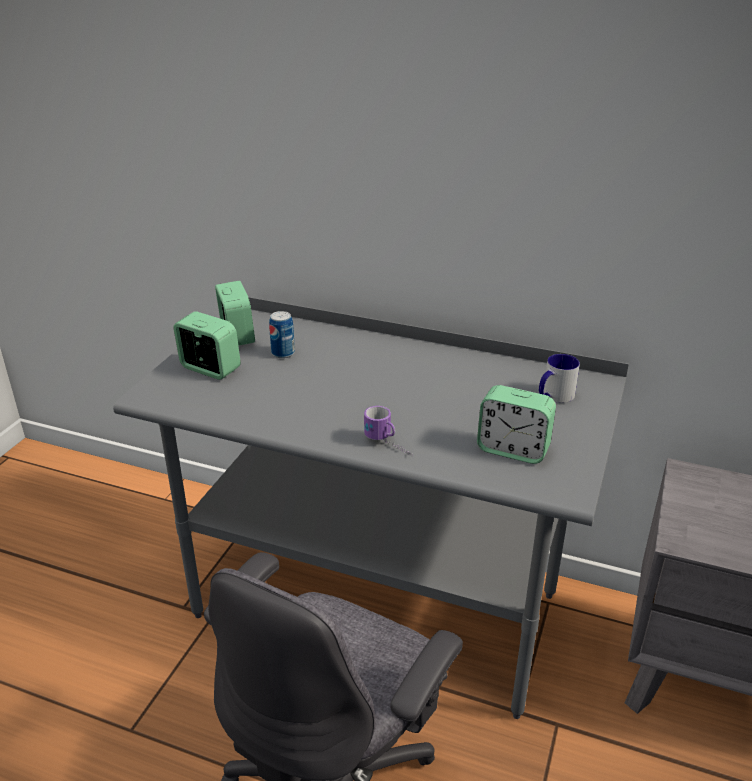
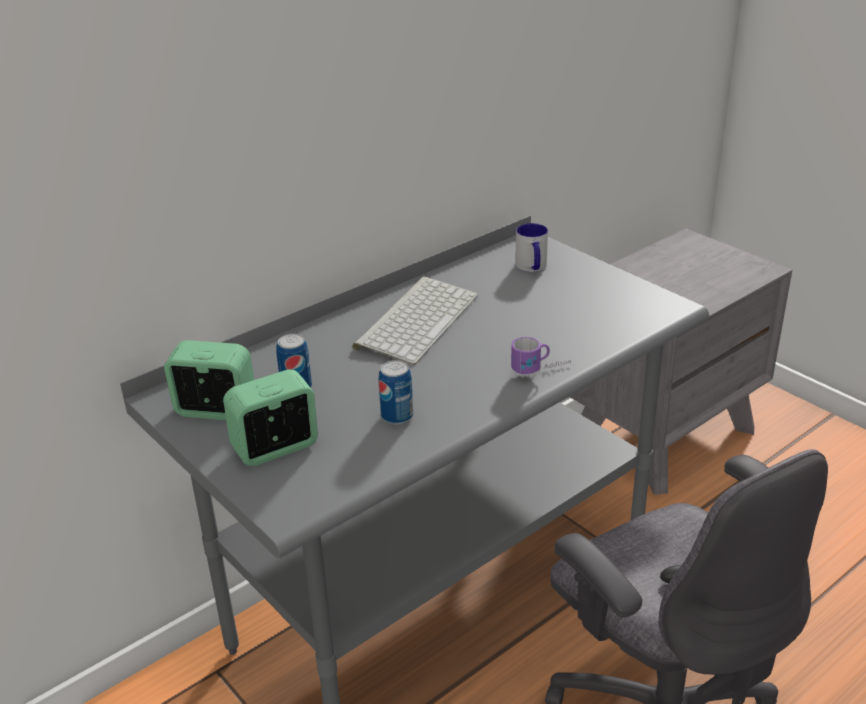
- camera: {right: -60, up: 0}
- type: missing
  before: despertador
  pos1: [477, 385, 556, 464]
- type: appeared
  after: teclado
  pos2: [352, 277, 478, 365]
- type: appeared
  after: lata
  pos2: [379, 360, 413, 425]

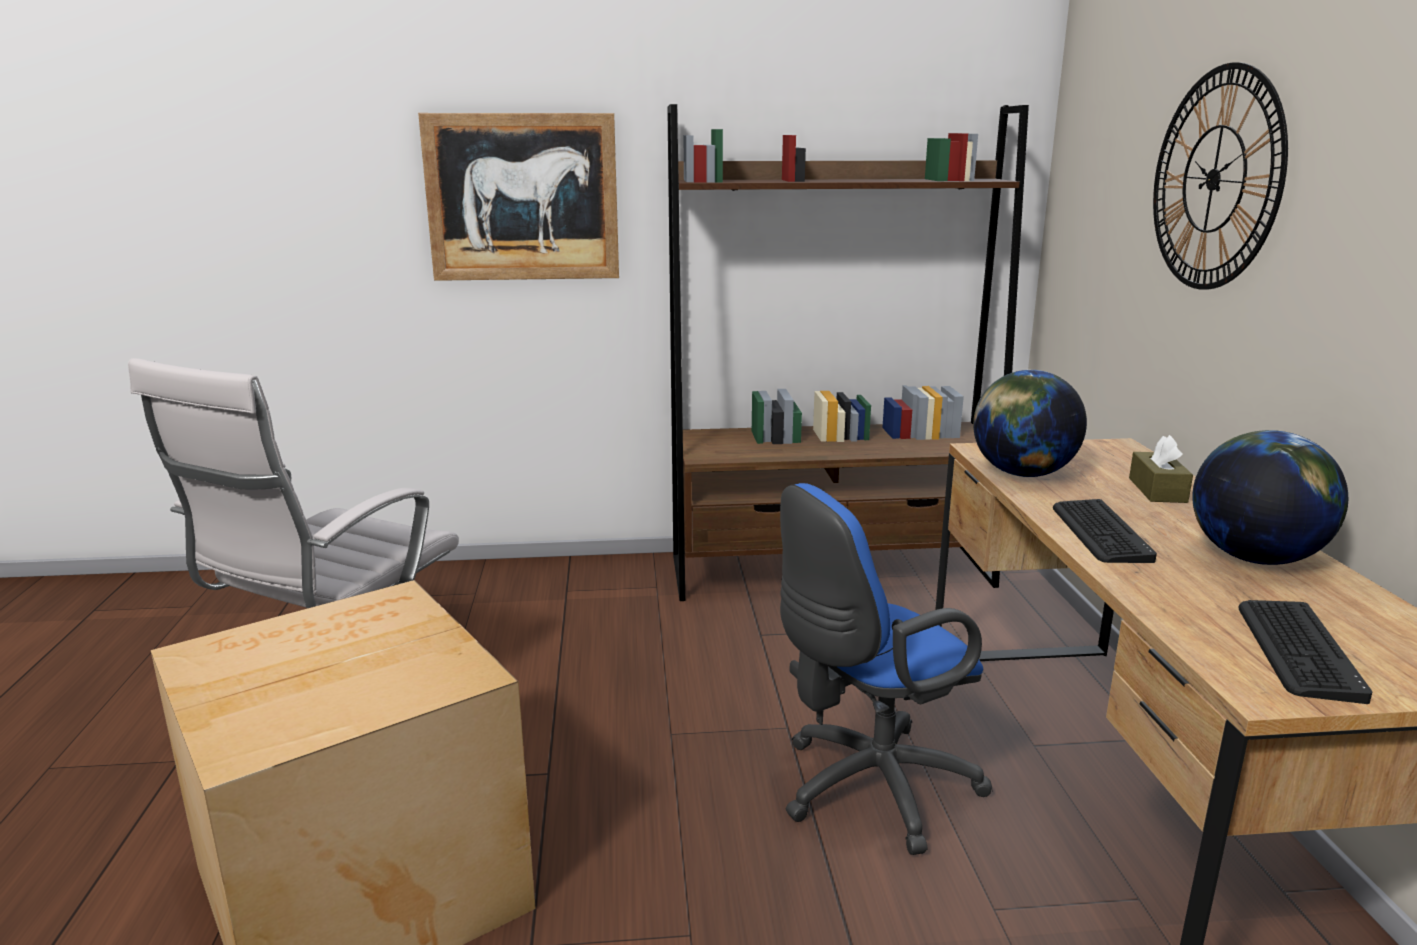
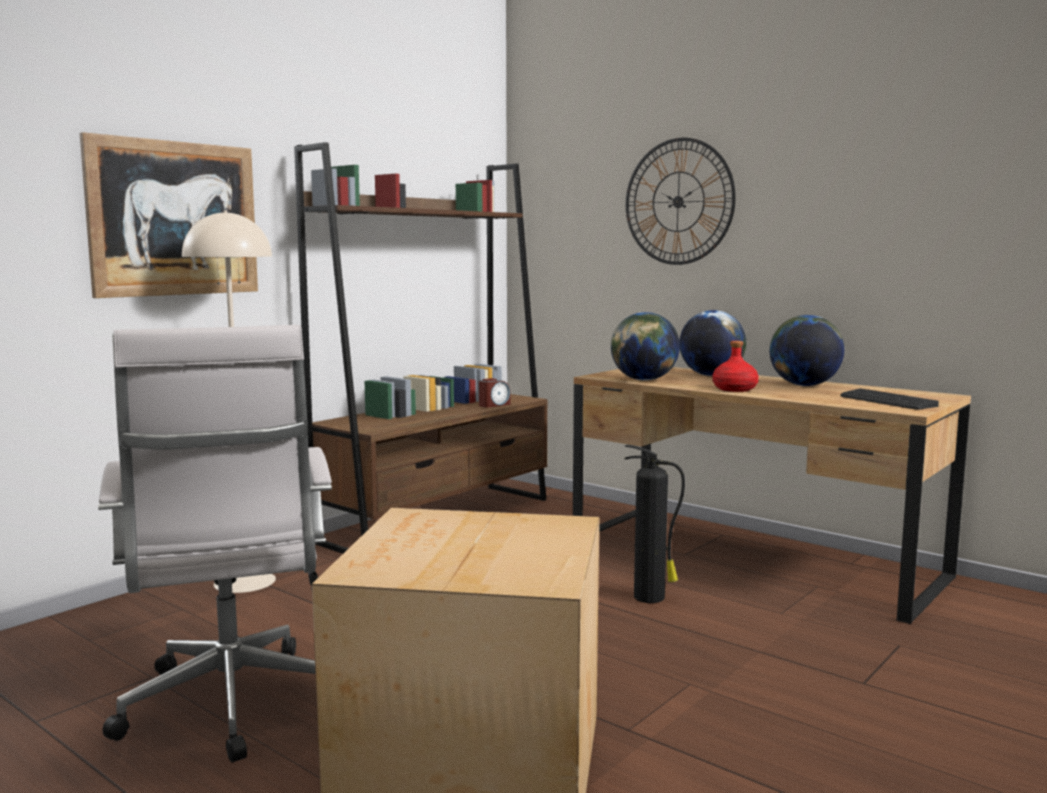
- camera: {right: -45, up: -10}
- type: exchanged
  before: caja de pañuelos/marrón
  after: globo terráqueo
  pos1: [1129, 435, 1193, 503]
  pos2: [679, 310, 746, 376]
- type: exchanged
  before: silla de oficina/azul
  after: extintor
  pos1: [780, 483, 992, 855]
  pos2: [624, 445, 685, 603]
- type: exchanged
  before: teclado
  after: botella/rojo
  pos1: [1053, 499, 1157, 563]
  pos2: [712, 341, 759, 392]
- type: appeared
  after: lámpara de pie/beis
  pos2: [182, 210, 276, 593]
- type: appeared
  after: despertador
  pos2: [479, 378, 511, 408]

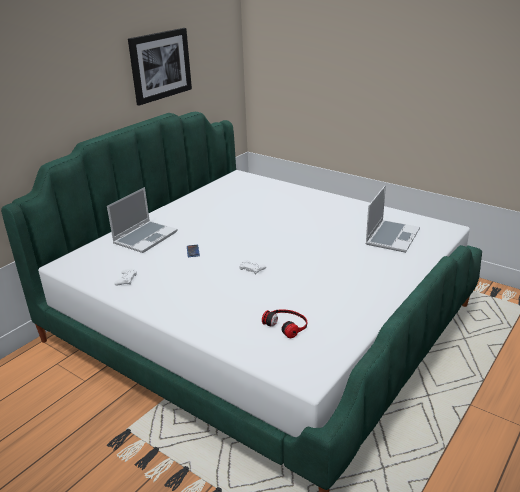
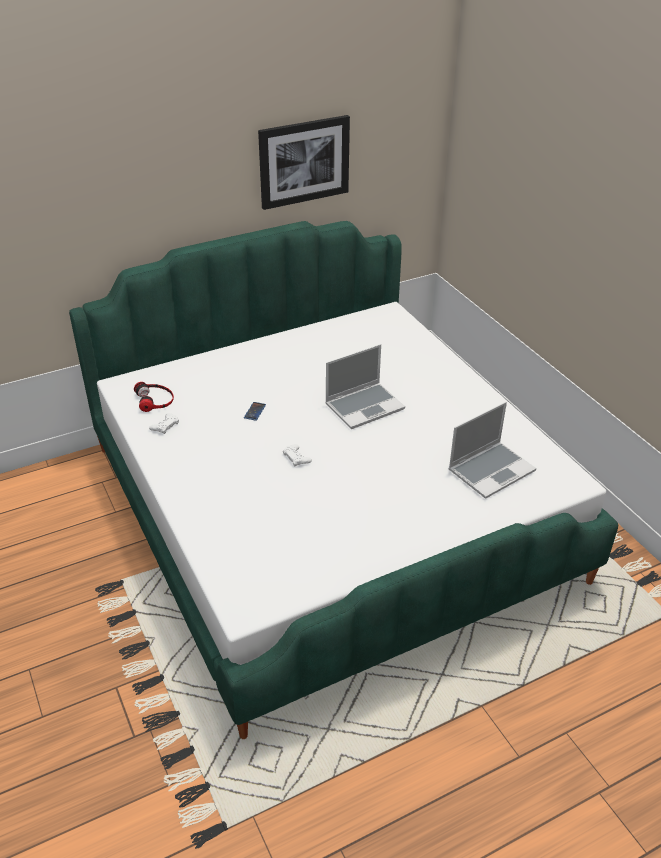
- camera: {right: 25, up: 10}
- type: relocated
  before: portátil
  pos1: [107, 187, 178, 253]
  pos2: [325, 344, 405, 429]
- type: relocated
  before: auriculares
  pos1: [262, 310, 307, 338]
  pos2: [134, 382, 174, 412]

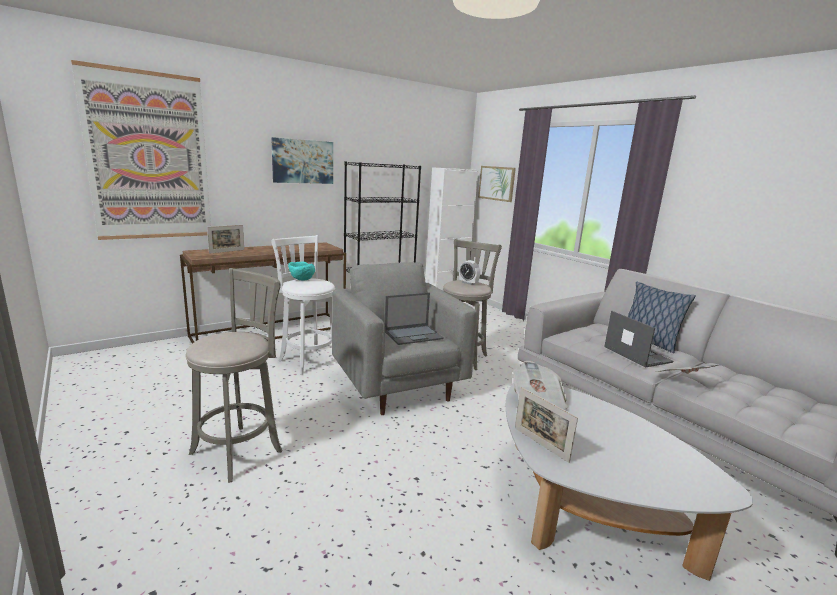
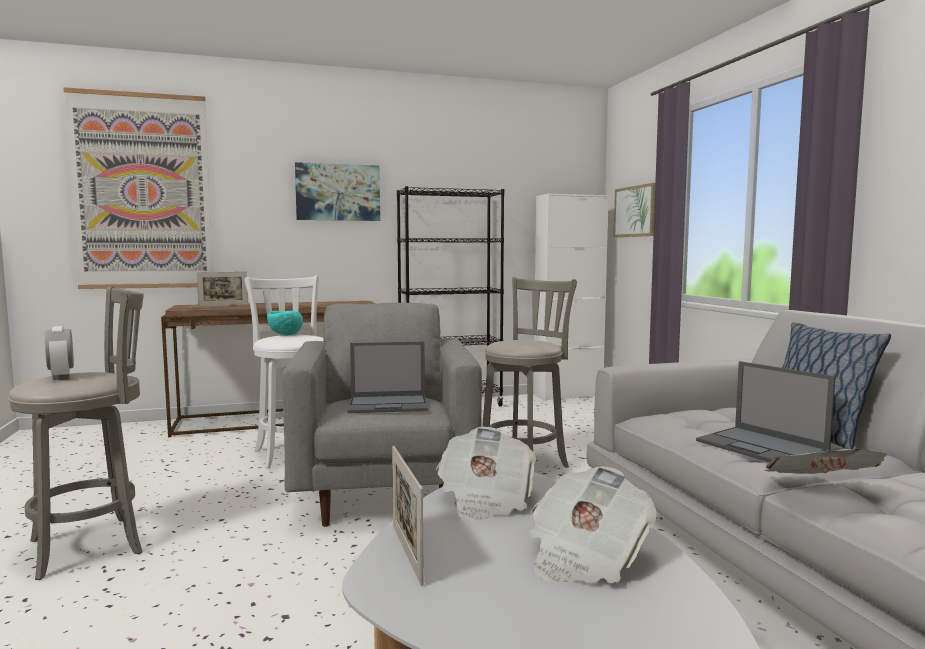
- camera: {right: 20, up: -10}
- type: relocated
  before: despertador
  pos1: [459, 260, 480, 285]
  pos2: [45, 326, 74, 380]
- type: spun
  before: portátil
  pos1: [604, 311, 673, 368]
  pos2: [696, 361, 836, 462]
  turn: 150
- type: appeared
  after: periódico
  pos2: [530, 466, 657, 583]

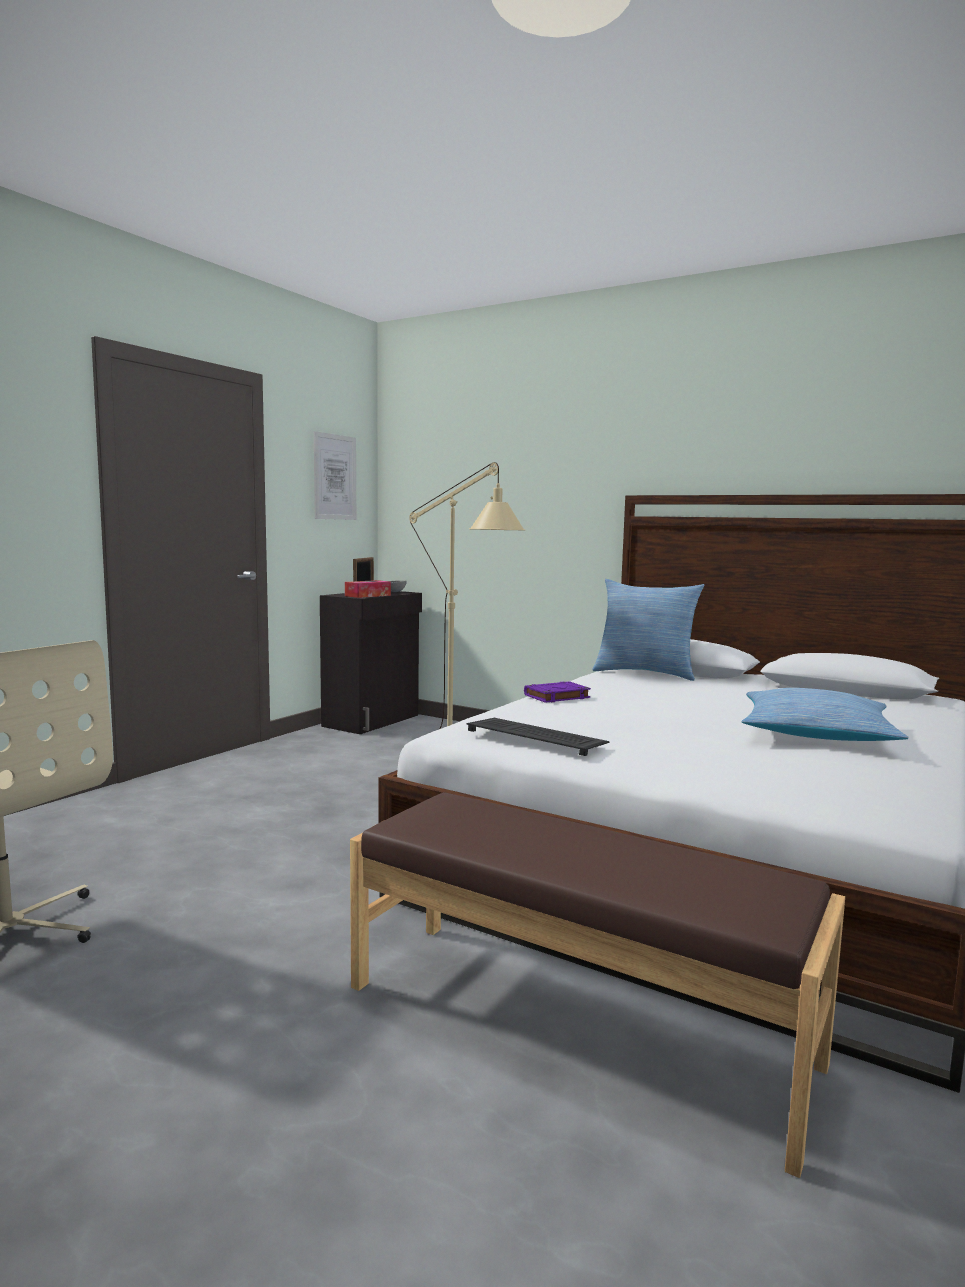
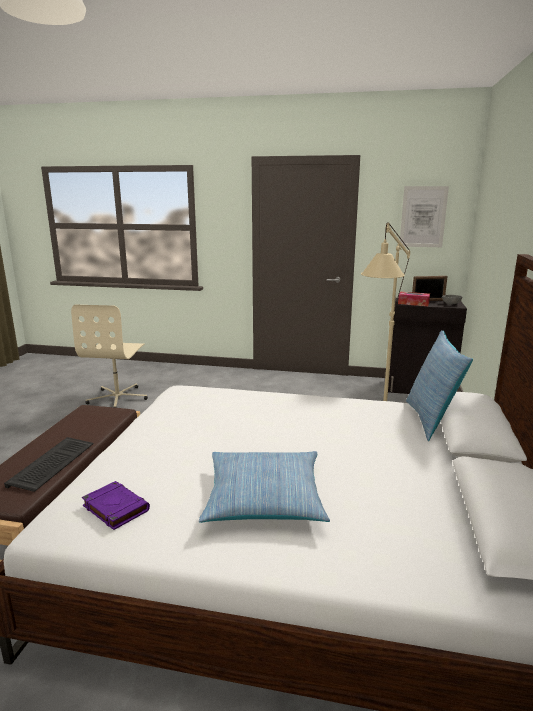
- camera: {right: 70, up: 10}
- type: relocated
  before: libro/morado
  pos1: [524, 681, 591, 703]
  pos2: [82, 481, 150, 530]
- type: relocated
  before: teclado
  pos1: [467, 718, 610, 756]
  pos2: [4, 437, 94, 492]

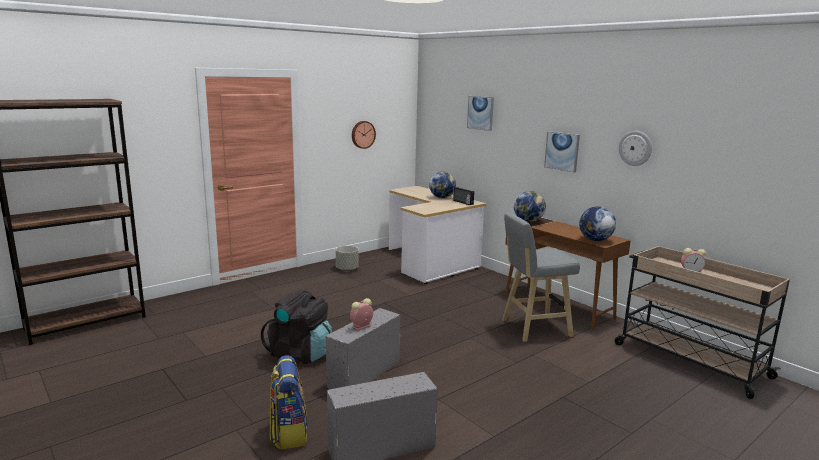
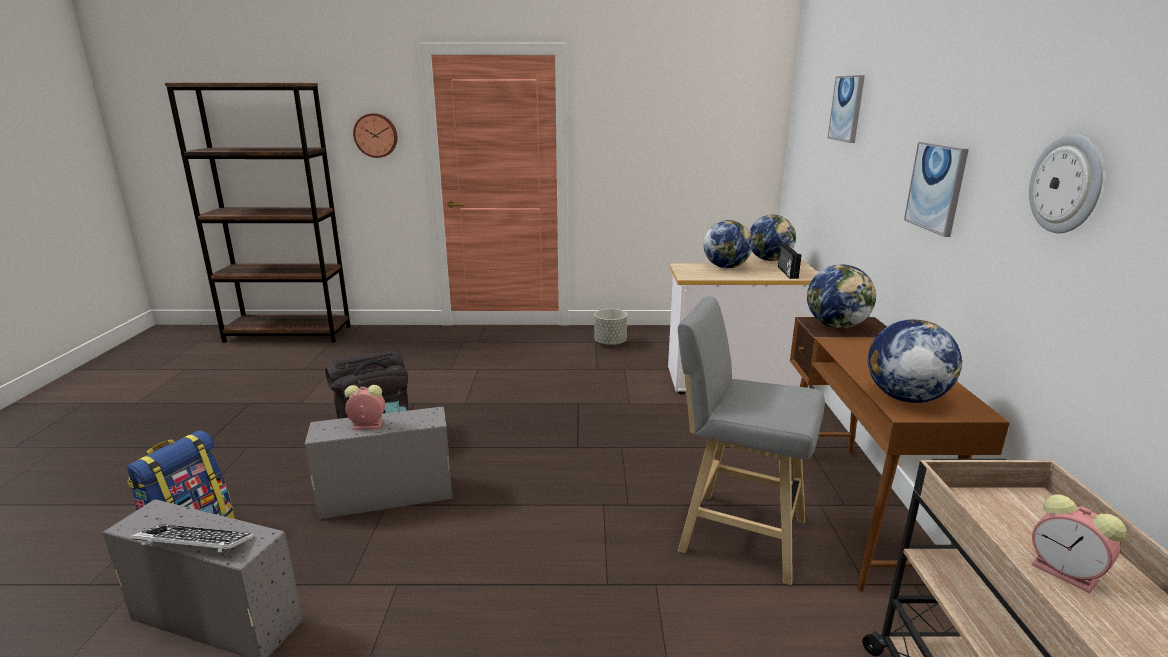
- camera: {right: 40, up: 5}
- type: relocated
  before: reloj de pared
  pos1: [352, 121, 376, 149]
  pos2: [353, 113, 398, 158]
- type: appeared
  after: globo terráqueo
  pos2: [703, 220, 753, 268]
- type: appeared
  after: teclado
  pos2: [131, 524, 254, 553]

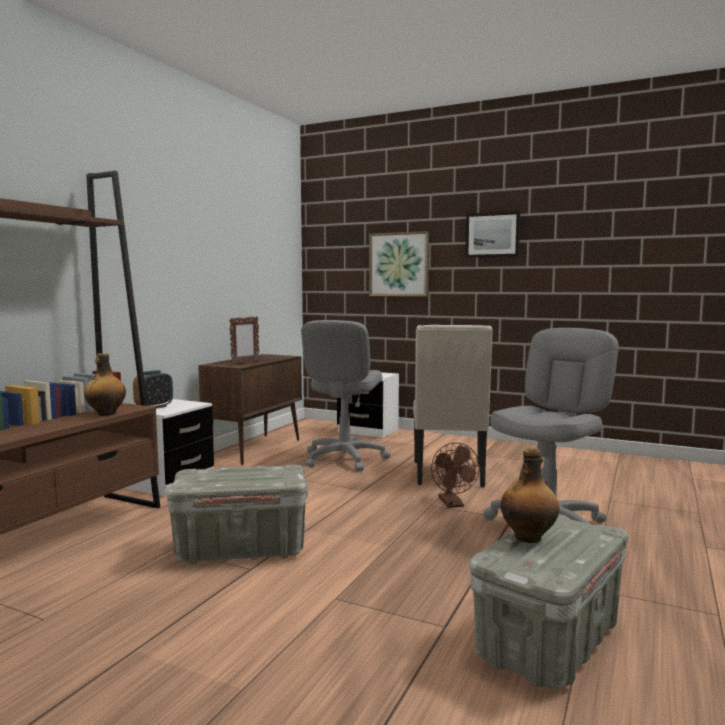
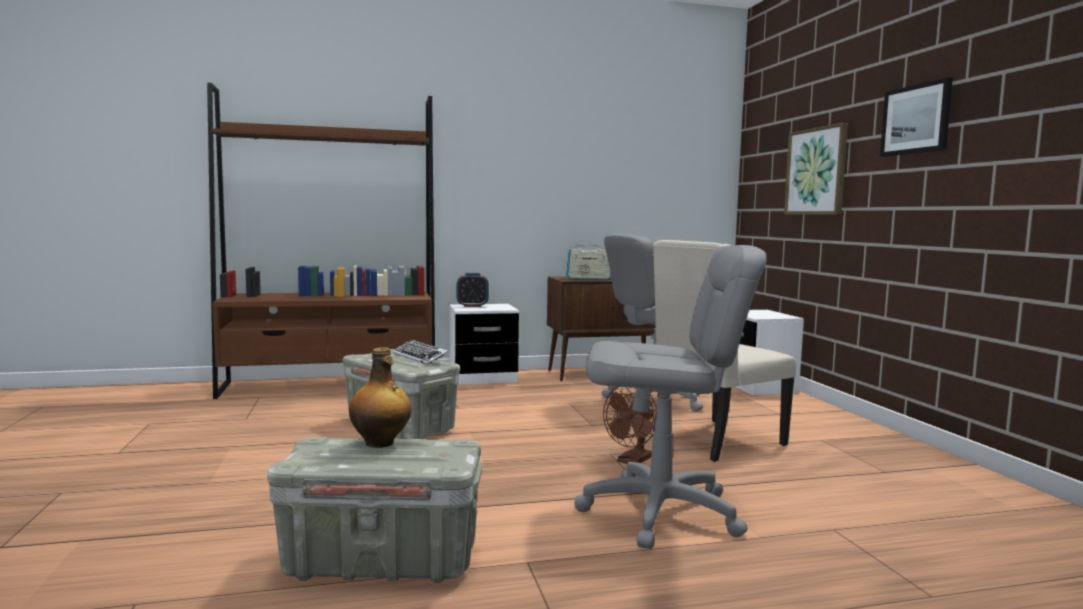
- camera: {right: 50, up: 0}
- type: exchanged
  before: portarretratos
  after: radio
  pos1: [229, 316, 259, 364]
  pos2: [566, 241, 611, 280]
- type: missing
  before: botella
  pos1: [84, 353, 126, 416]
- type: appeared
  after: teclado
  pos2: [393, 340, 449, 365]

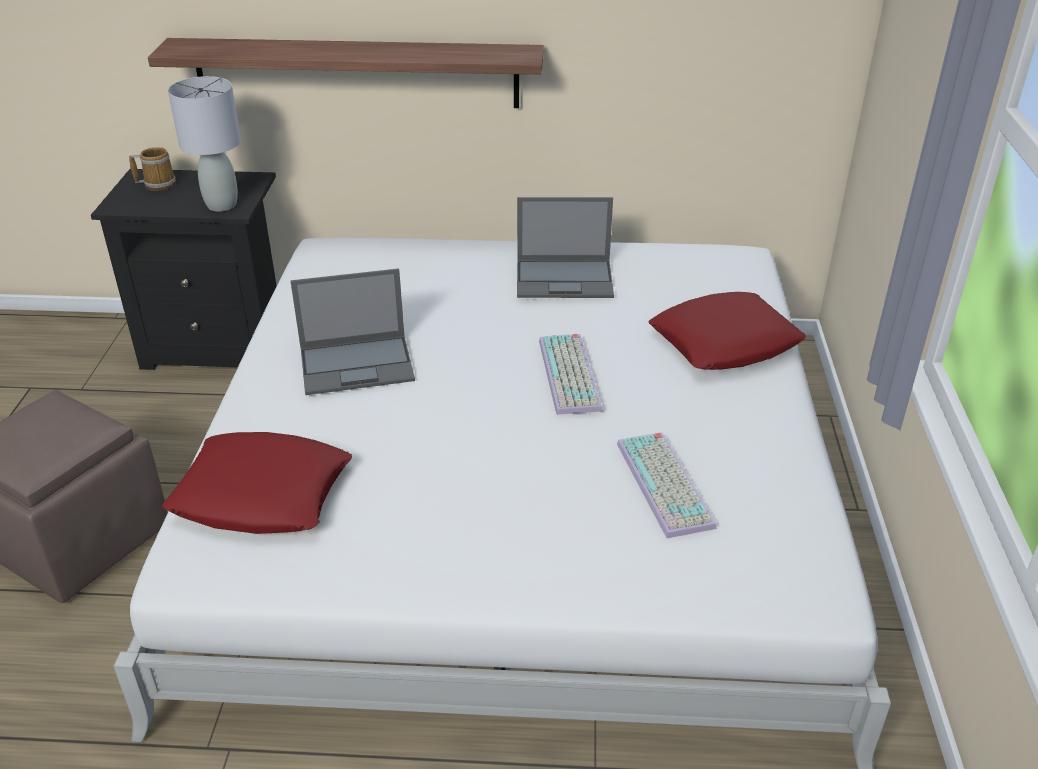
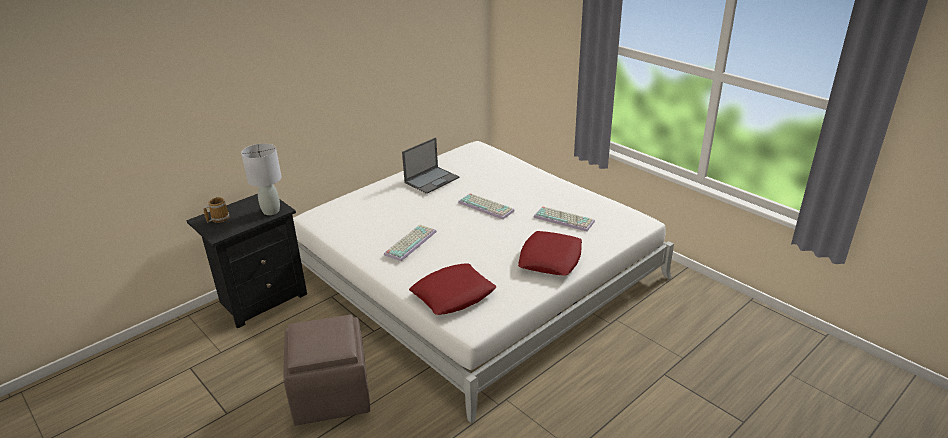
- camera: {right: -45, up: -5}
- type: missing
  before: estante
  pos1: [148, 38, 544, 108]
- type: exchanged
  before: portátil
  after: teclado
  pos1: [291, 268, 415, 395]
  pos2: [384, 225, 437, 261]
- type: relocated
  before: cojín/rojo
  pos1: [648, 292, 806, 370]
  pos2: [518, 231, 582, 276]

